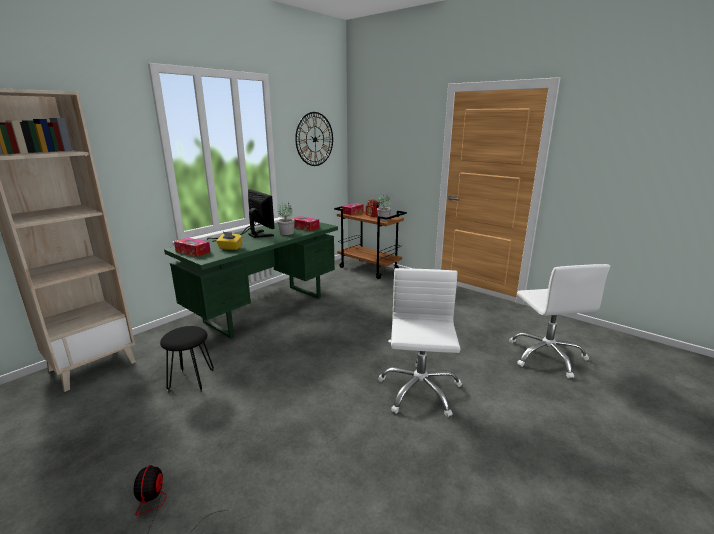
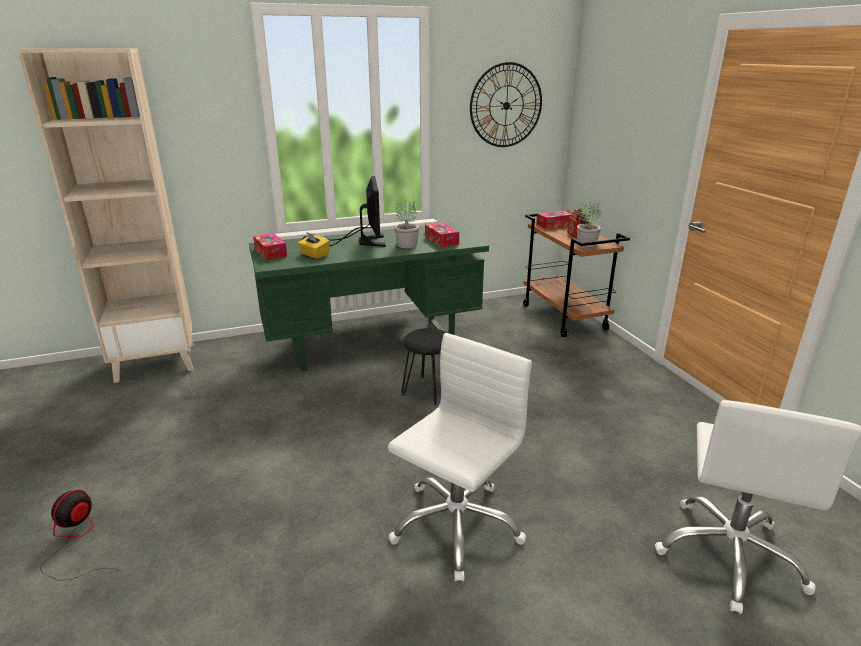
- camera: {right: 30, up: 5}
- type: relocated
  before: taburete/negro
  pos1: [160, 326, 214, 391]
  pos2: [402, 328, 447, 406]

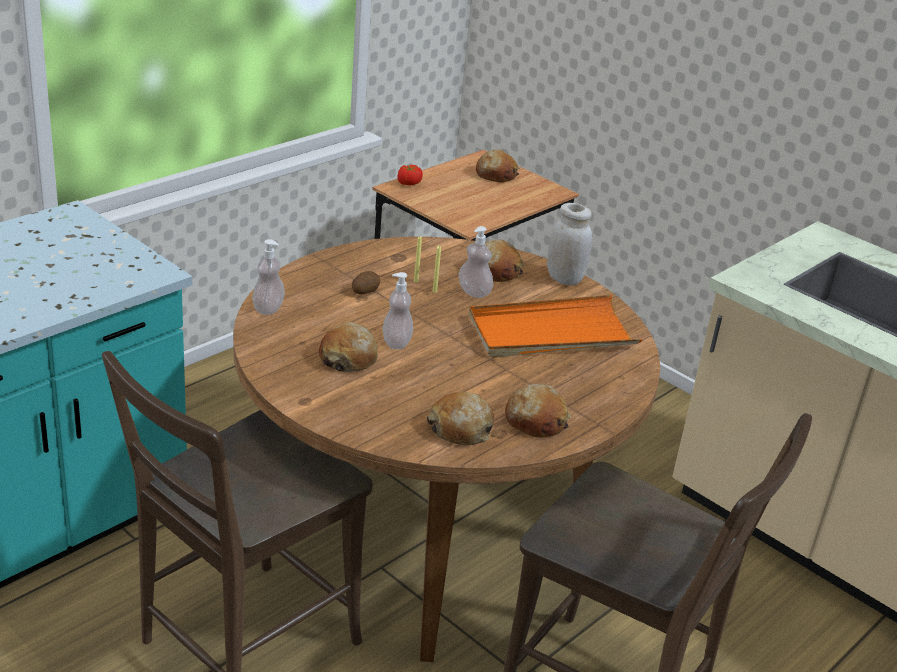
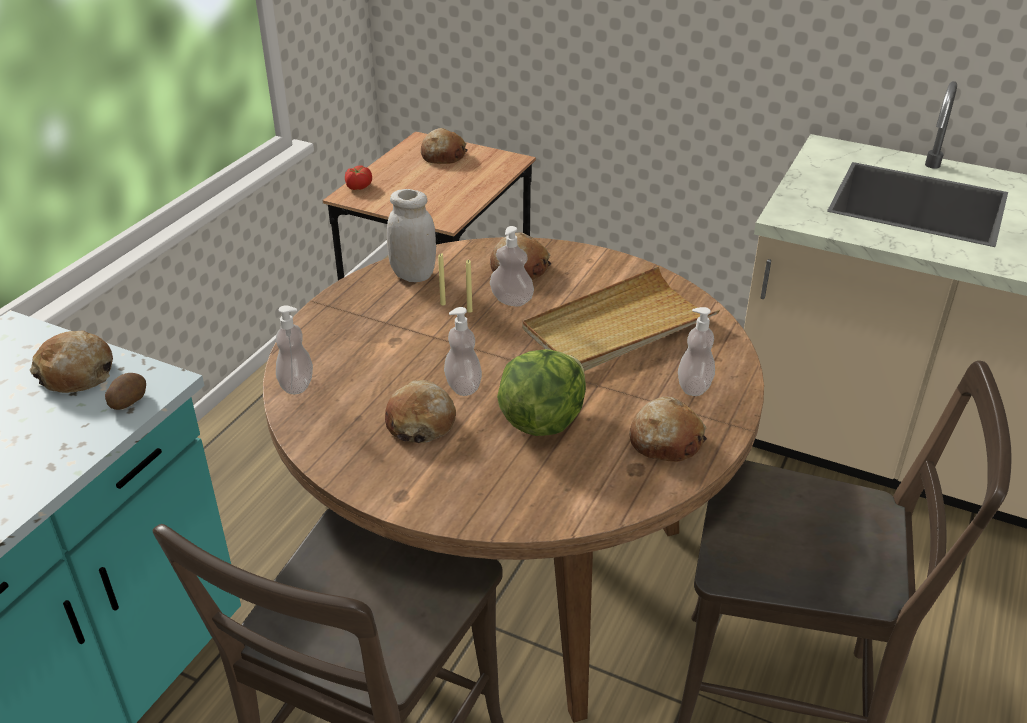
- camera: {right: -15, up: 5}
- type: relocated
  before: tarro/blanco
  pos1: [547, 203, 592, 285]
  pos2: [387, 189, 436, 282]
- type: relocated
  before: patata
  pos1: [352, 271, 380, 294]
  pos2: [105, 373, 146, 410]
- type: colour
  before: bandeja/naranja
  after: bandeja/beis
  pos1: [469, 295, 642, 358]
  pos2: [522, 266, 720, 371]
- type: relocated
  before: pan
  pos1: [427, 392, 494, 445]
  pos2: [30, 331, 113, 393]
- type: appeared
  after: dispensador de jabón
  pos2: [678, 307, 715, 396]
- type: appeared
  after: lechuga
  pos2: [497, 349, 586, 436]

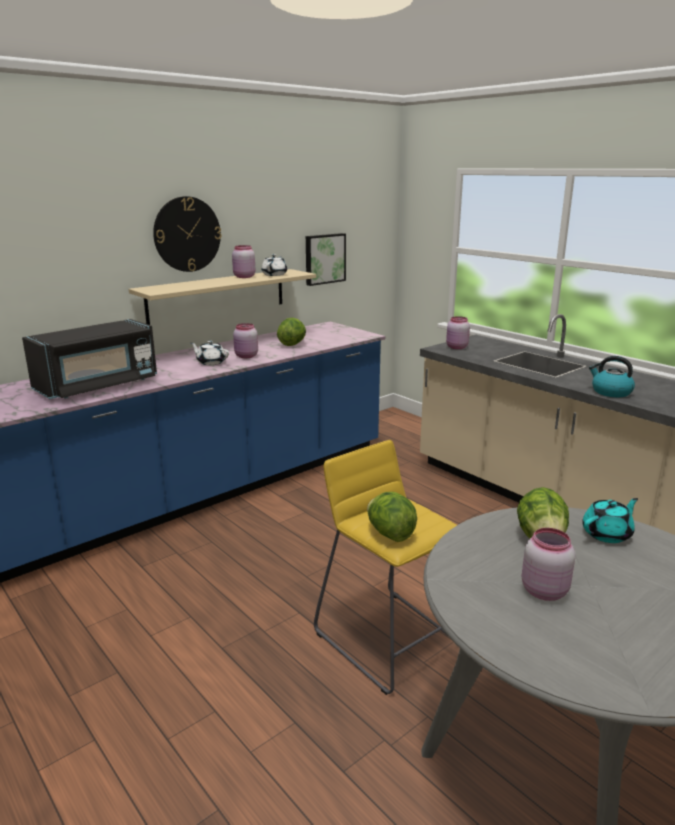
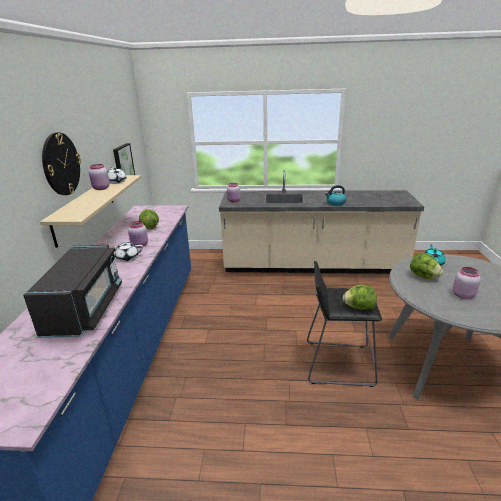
- camera: {right: -45, up: 5}
- type: colour
  before: taburete/amarillo
  after: taburete/negro
  pos1: [314, 440, 457, 695]
  pos2: [307, 261, 382, 387]

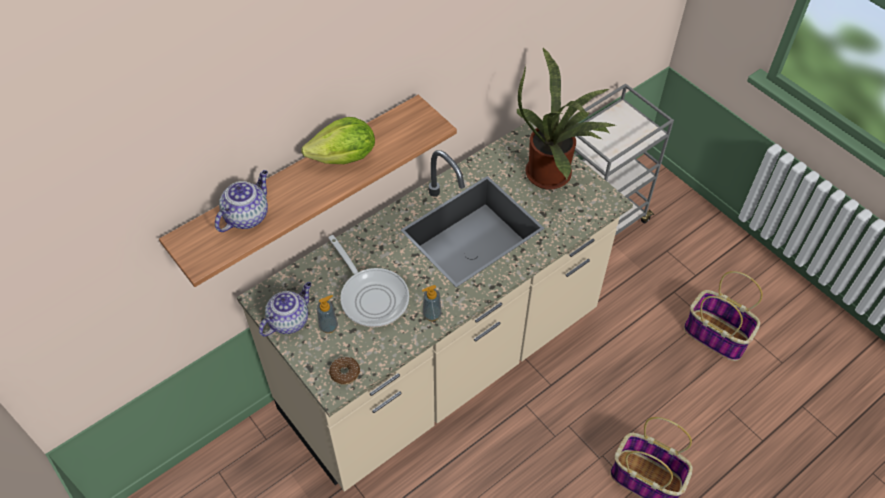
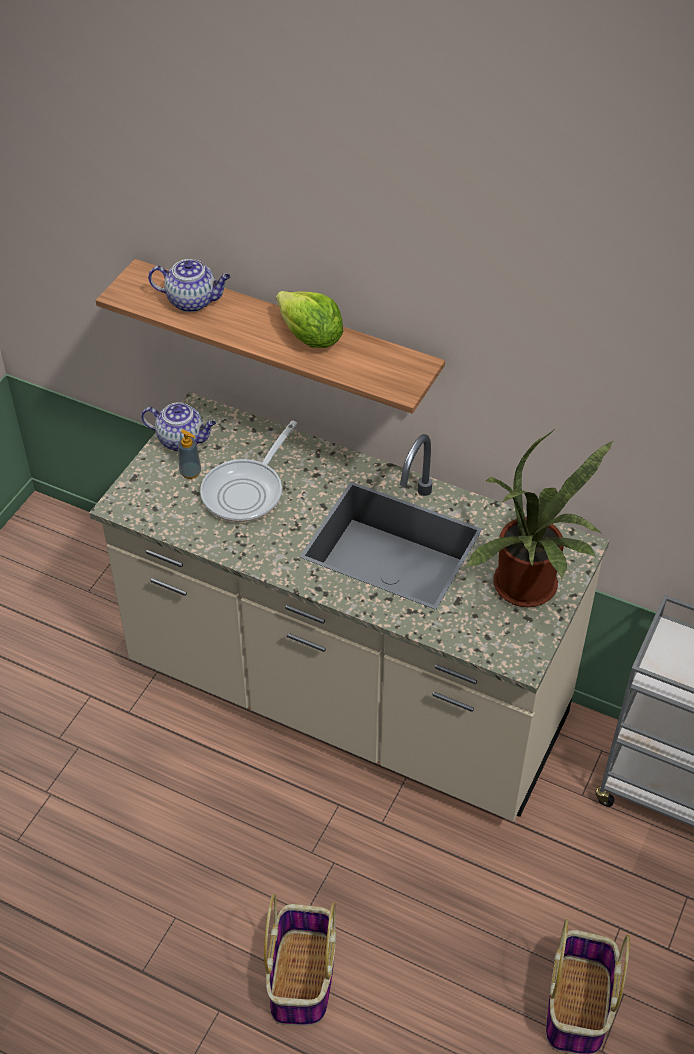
- camera: {right: 65, up: -5}
- type: missing
  before: dispensador de jabón
  pos1: [422, 285, 442, 321]
- type: missing
  before: rosquilla
  pos1: [329, 356, 360, 385]

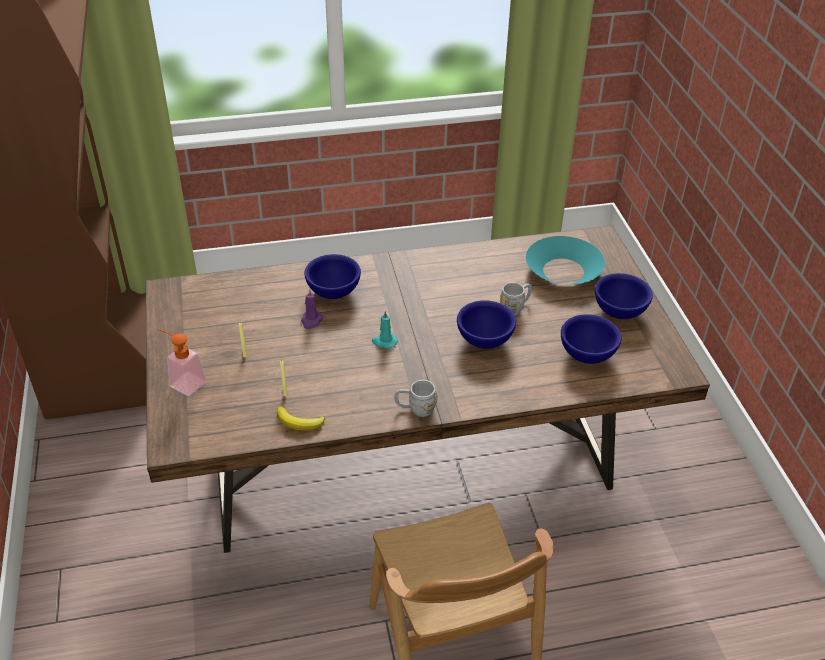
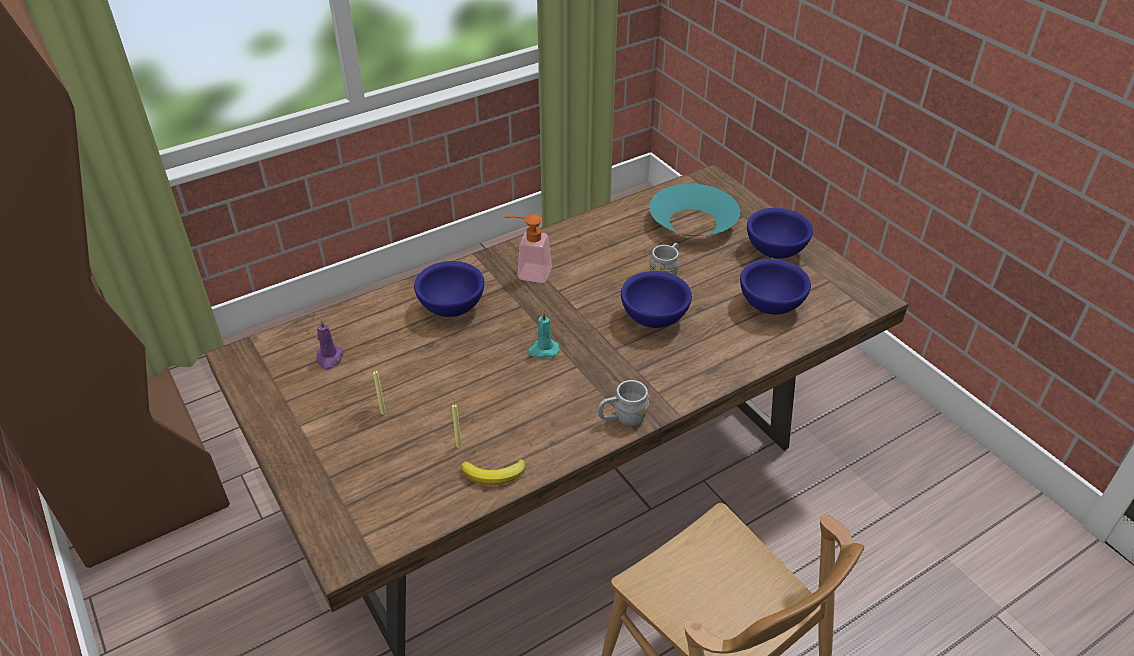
- camera: {right: -20, up: 0}
- type: relocated
  before: vela/morado
  pos1: [301, 289, 323, 329]
  pos2: [317, 319, 344, 370]
- type: relocated
  before: dispensador de jabón
  pos1: [158, 329, 206, 396]
  pos2: [505, 214, 552, 283]

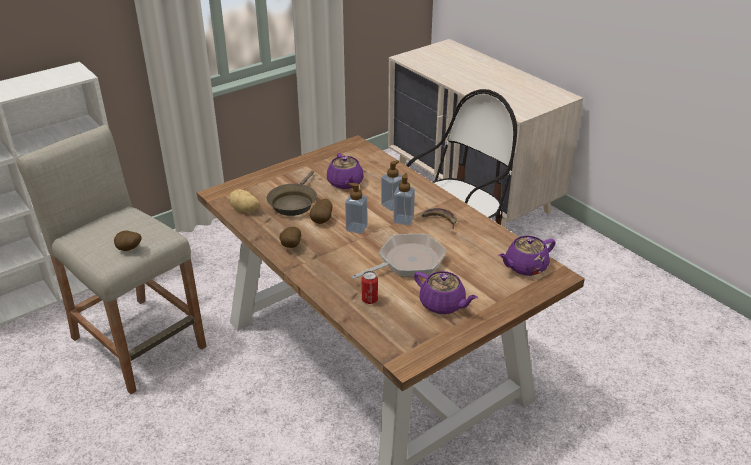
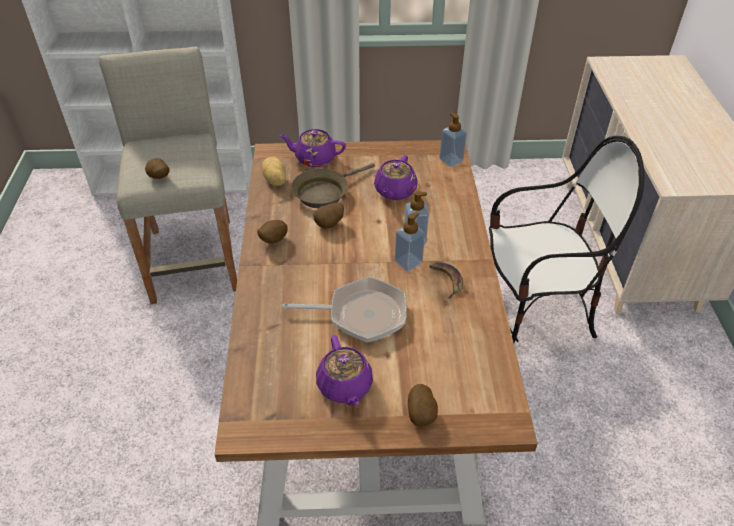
- camera: {right: 35, up: 10}
- type: relocated
  before: dispensador de jabón
  pos1: [345, 183, 367, 234]
  pos2: [439, 112, 467, 167]
- type: relocated
  before: tetera/morado
  pos1: [498, 236, 556, 276]
  pos2: [279, 129, 346, 167]
- type: missing
  before: lata
  pos1: [361, 271, 378, 304]
- type: appeared
  after: patata
  pos2: [408, 384, 438, 426]

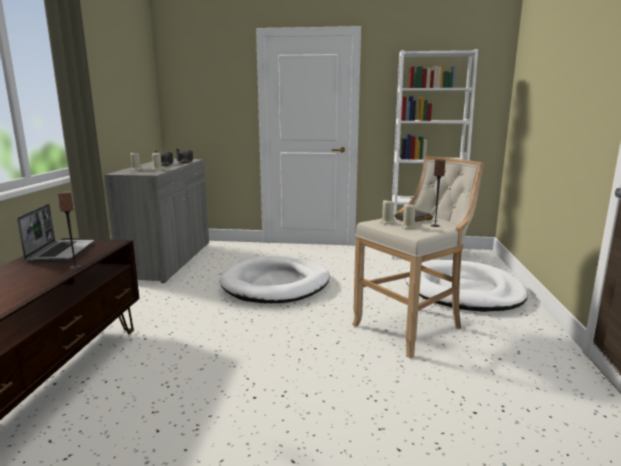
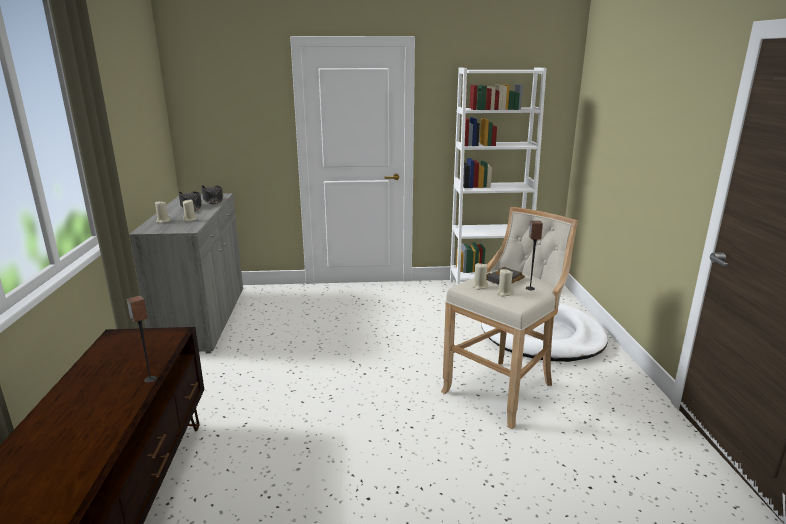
- camera: {right: -10, up: 5}
- type: missing
  before: portátil
  pos1: [17, 204, 94, 262]
- type: missing
  before: cama para perro/blanco
  pos1: [219, 256, 330, 303]

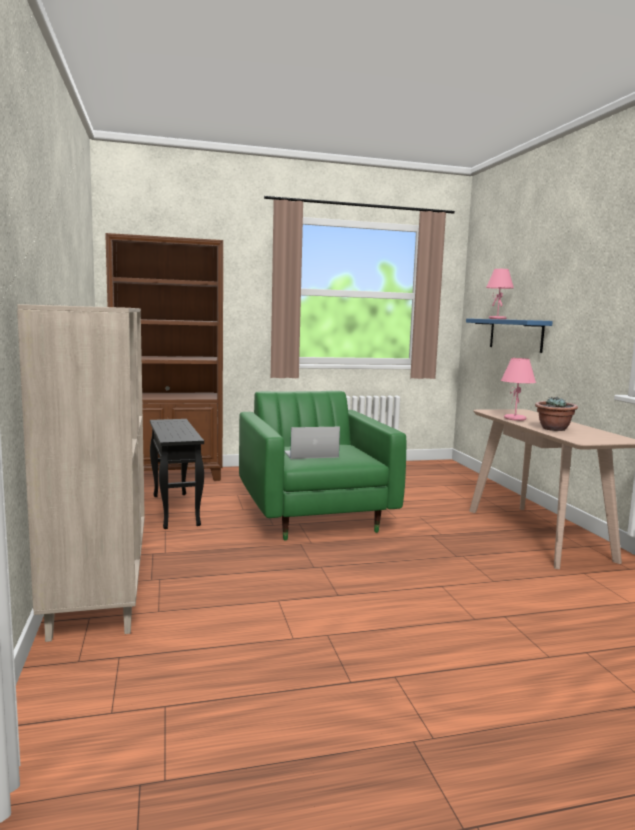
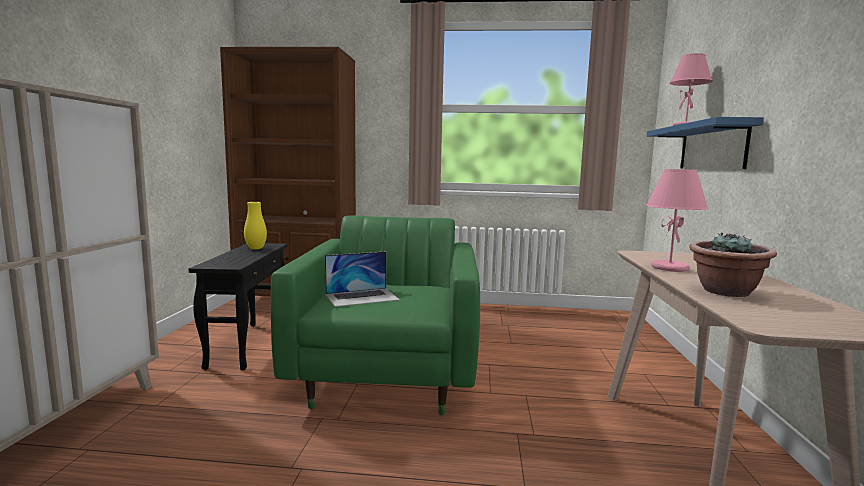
- camera: {right: 20, up: 0}
- type: spun
  before: portátil
  pos1: [284, 427, 340, 459]
  pos2: [325, 252, 400, 307]
  turn: 150
- type: appeared
  after: florero/amarillo
  pos2: [244, 202, 267, 250]

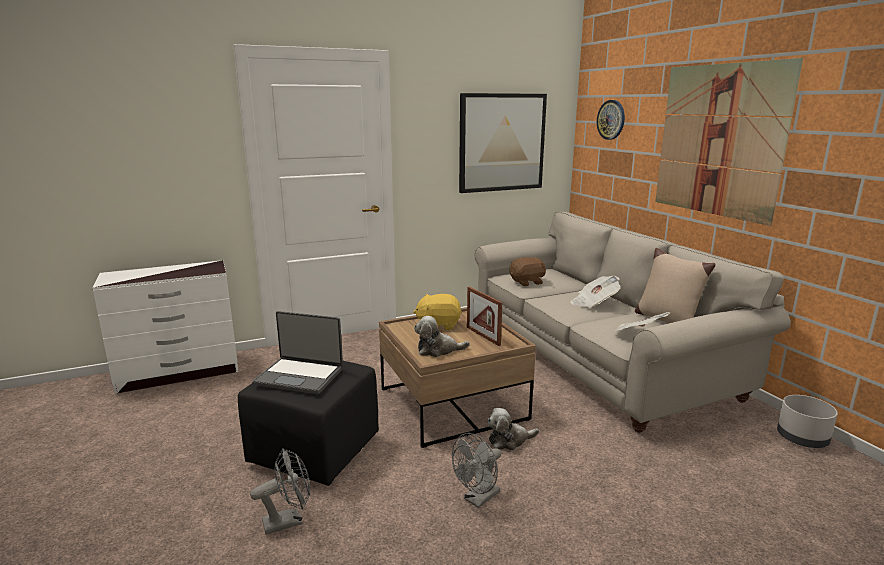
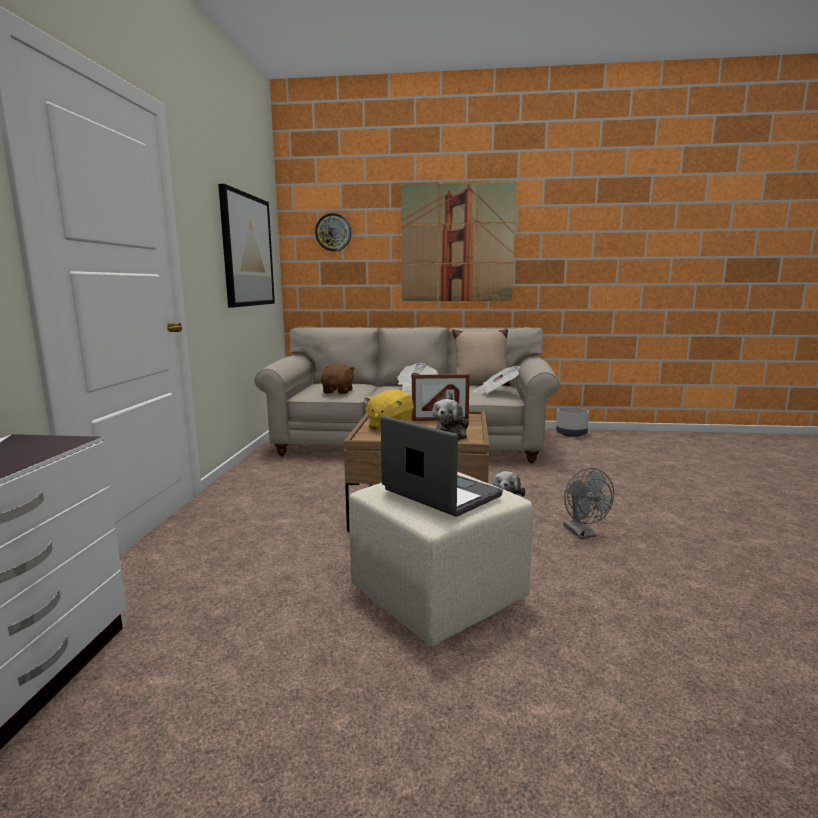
- camera: {right: -60, up: -5}
- type: spun
  before: portátil
  pos1: [252, 311, 343, 394]
  pos2: [381, 416, 503, 517]
  turn: -90
- type: colour
  before: puf/negro
  after: puf/beis
  pos1: [238, 361, 379, 486]
  pos2: [349, 472, 533, 646]
- type: missing
  before: ventilador/gris
  pos1: [250, 448, 310, 535]

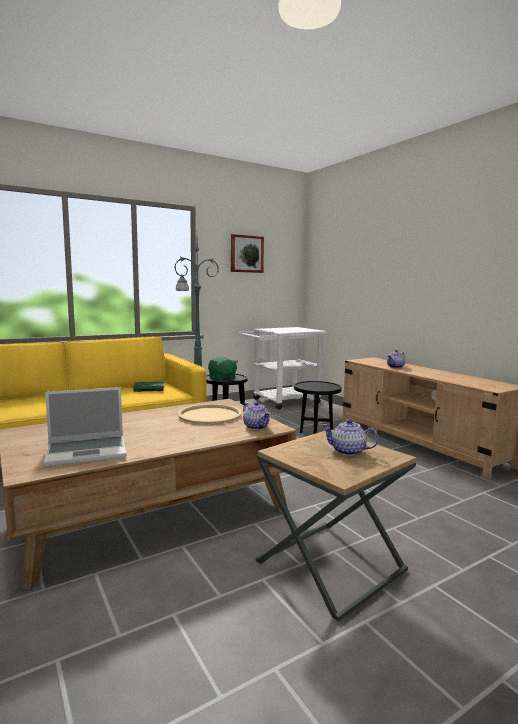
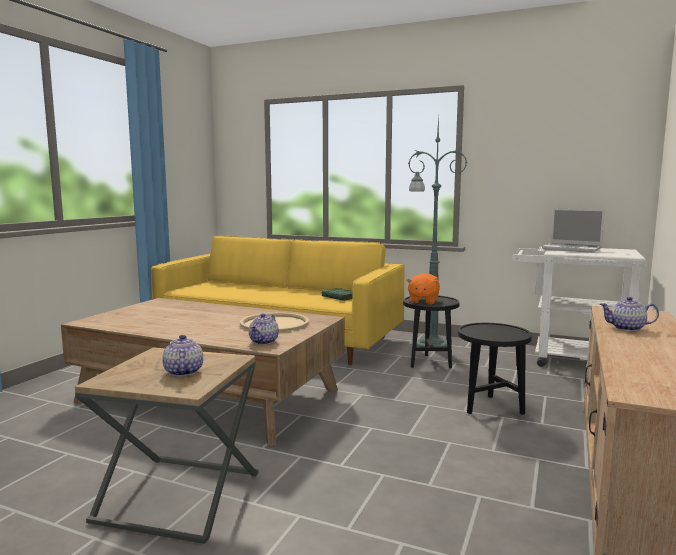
- camera: {right: 55, up: 0}
- type: missing
  before: cuadro
  pos1: [231, 234, 264, 273]
- type: colour
  before: peluche/verde
  after: peluche/naranja
  pos1: [208, 356, 238, 381]
  pos2: [406, 273, 440, 305]
- type: relocated
  before: portátil
  pos1: [44, 387, 127, 467]
  pos2: [542, 209, 605, 253]

